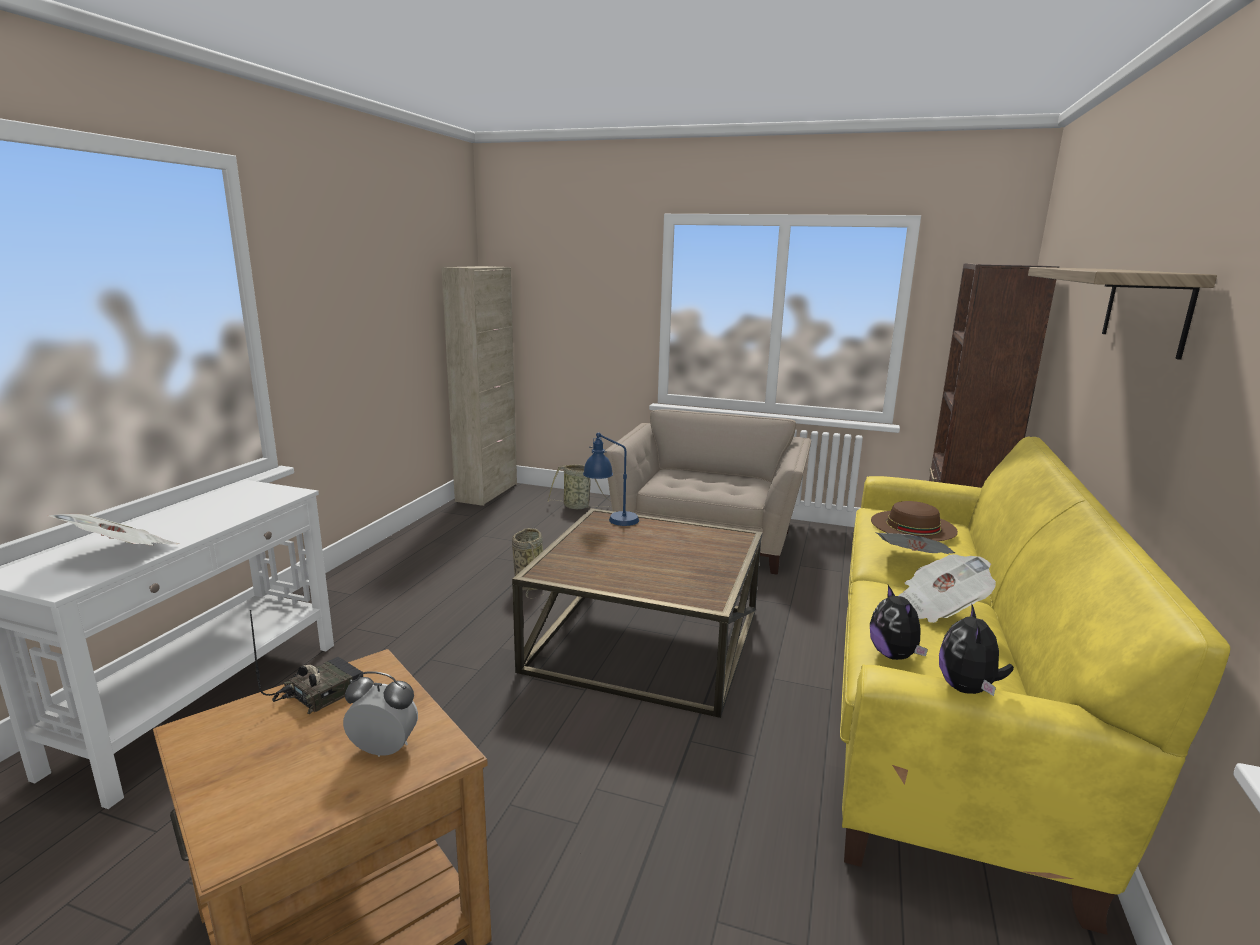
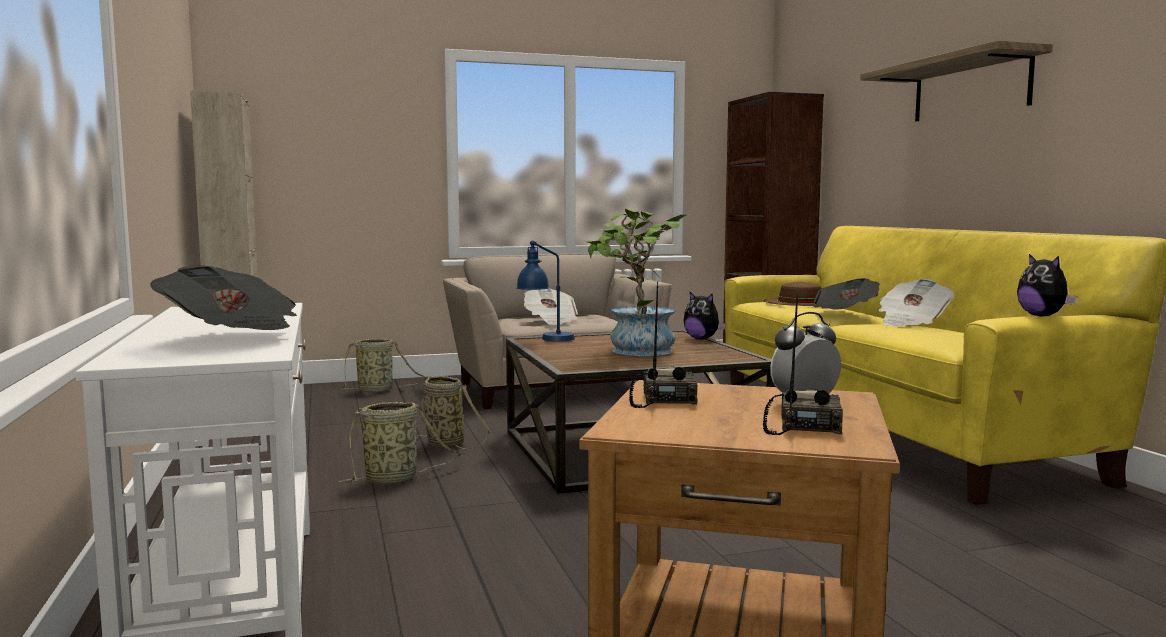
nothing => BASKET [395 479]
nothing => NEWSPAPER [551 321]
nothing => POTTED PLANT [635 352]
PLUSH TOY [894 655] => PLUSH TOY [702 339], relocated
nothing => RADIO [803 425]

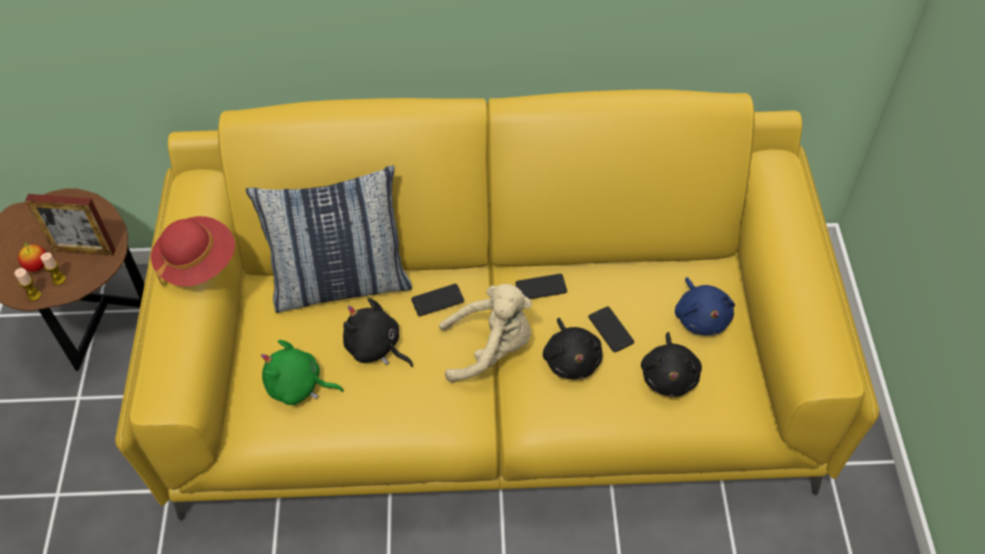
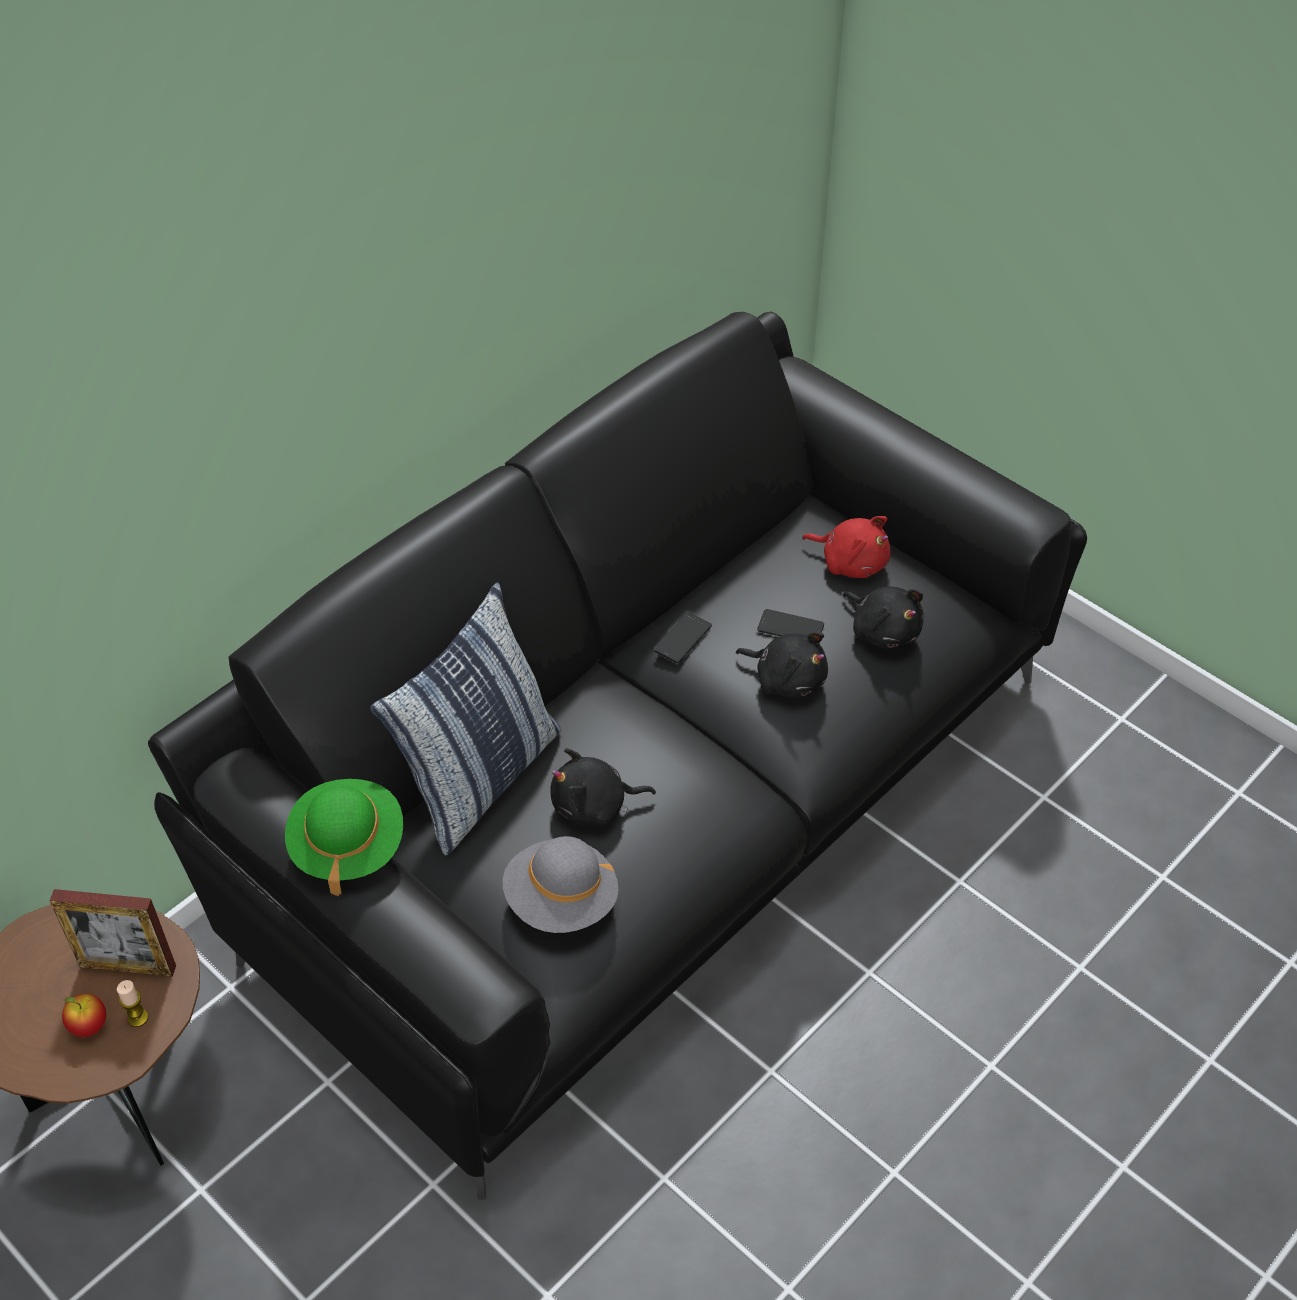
PICTURE FRAME [84 250] => PICTURE FRAME [128 966], 45 degrees clockwise
YELLOW SOFA [496 379] => BLACK SOFA [649 802]
RED HAT [197 263] => GREEN HAT [347 846]
GREEN PLUSH TOY [298 386] => GREY HAT [561 901]
BLUE PLUSH TOY [701 317] => RED PLUSH TOY [851 562]
CANDLE [34 295] => nothing
PHONE [437 300] => nothing
BEIGE PLUSH TOY [490 348] => nothing

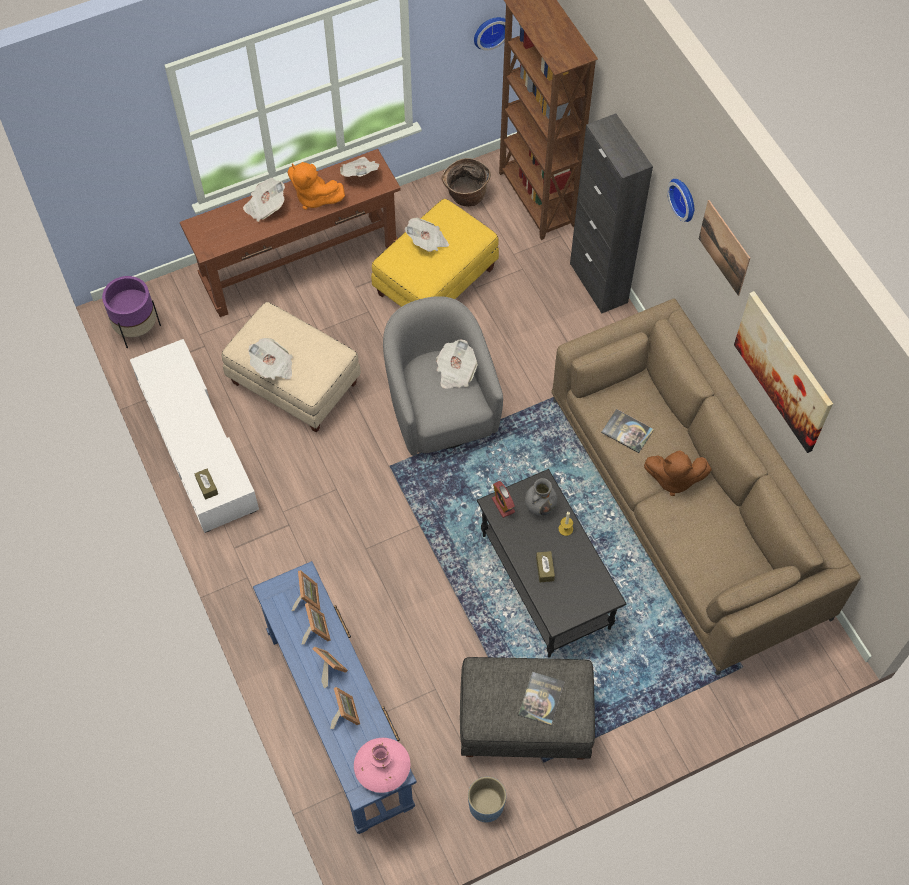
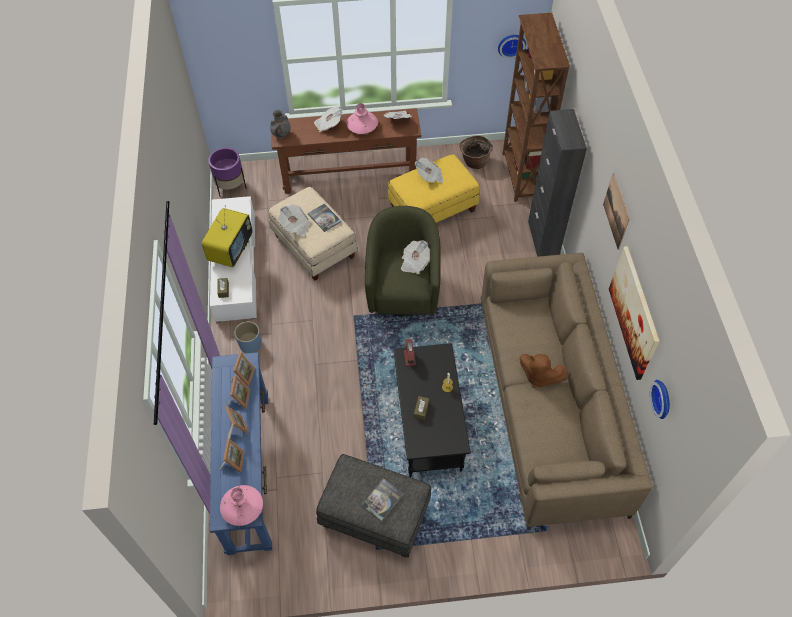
nothing => TELEVISION [231 250]
BLUE PLANTER [486 806] => BLUE PLANTER [250 345], relocated
GREY VASE [540 506] => GREY VASE [281 134], relocated
BOOK [627 431] => BOOK [324 218], relocated
ORANGE PLUSH TOY [314 197] => PINK VASE [362 127]
GREY ARMCHAIR [440 407] => GREEN ARMCHAIR [403 288]
WALL CLOCK [684 198] => WALL CLOCK [663 398], relocated

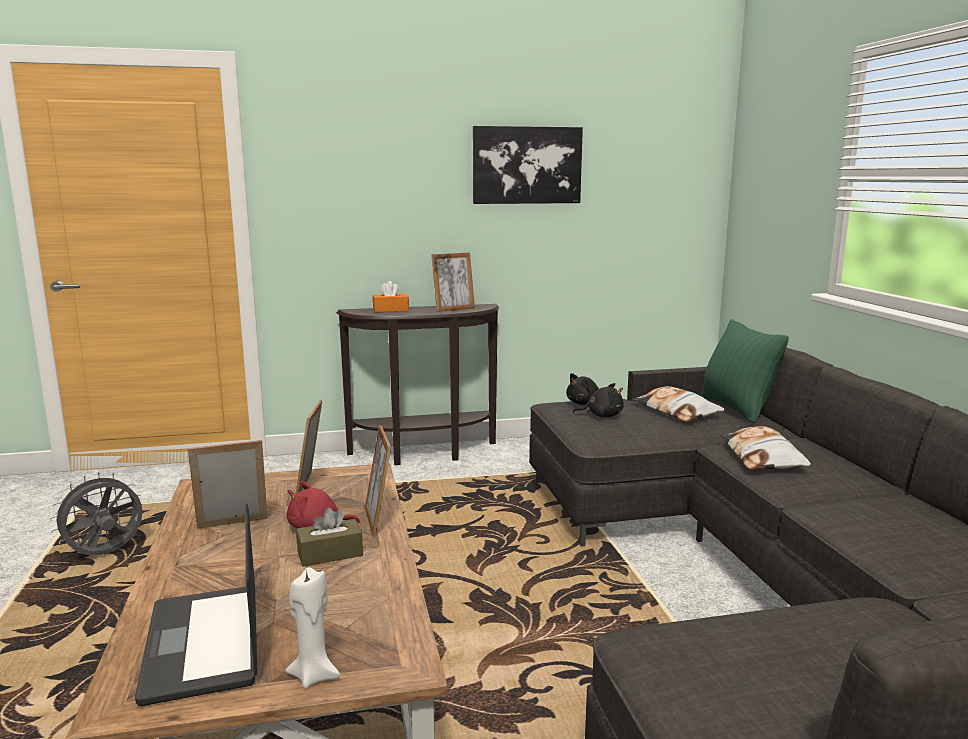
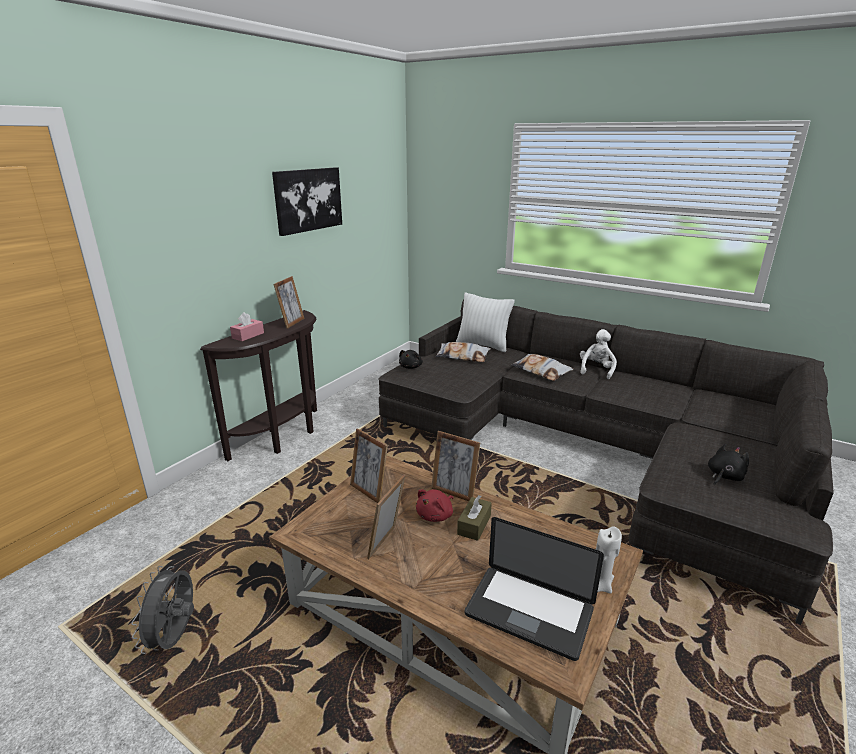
ORANGE TISSUE BOX [391 310] => PINK TISSUE BOX [248 335]
GREEN PILLOW [737 409] => WHITE PILLOW [483 345]
nothing => WHITE PLUSH TOY [596 370]
BLACK PLUSH TOY [602 416] => BLACK PLUSH TOY [724 476], relocated

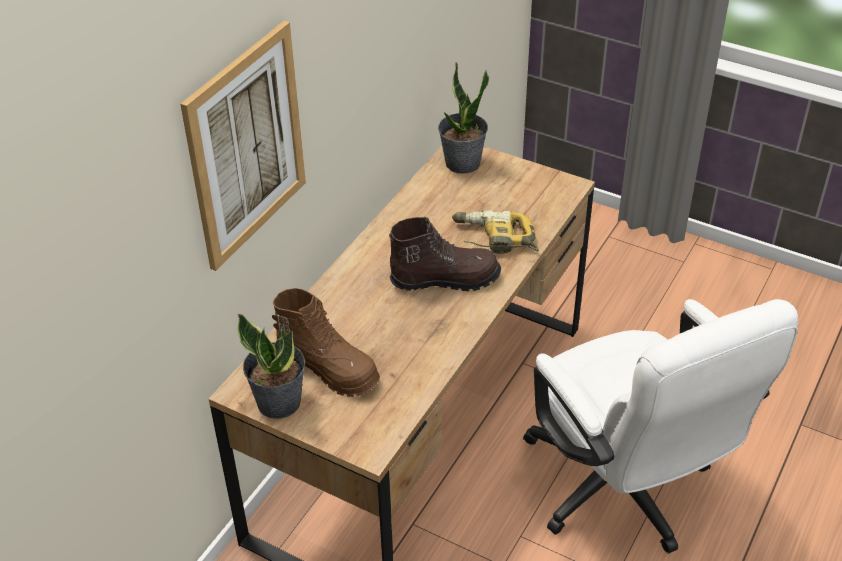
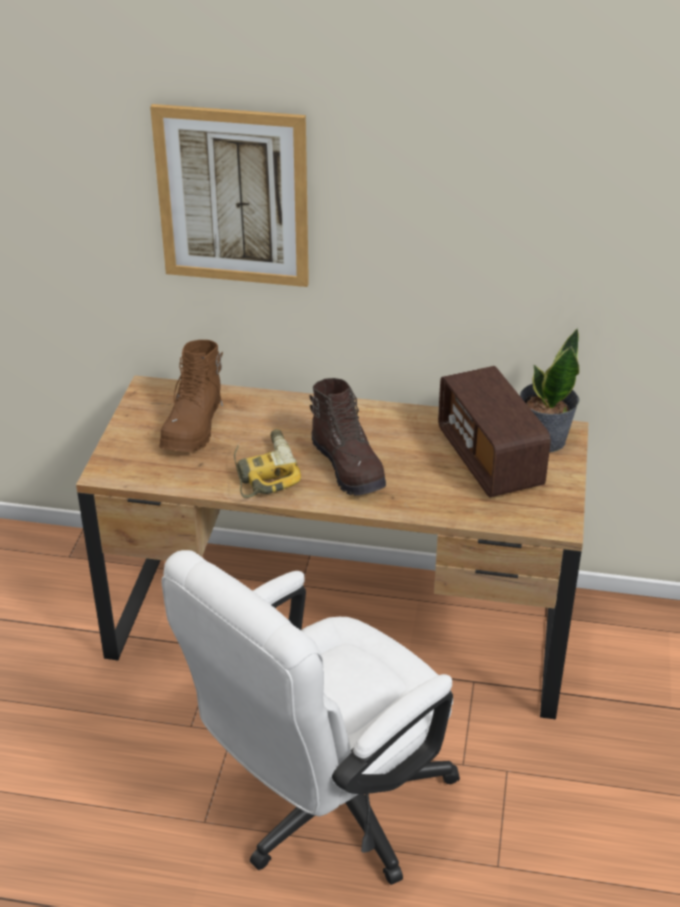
POWER DRILL [494 239] => POWER DRILL [263 471], relocated
nothing => RADIO [489 460]
POTTED PLANT [279 401] => nothing

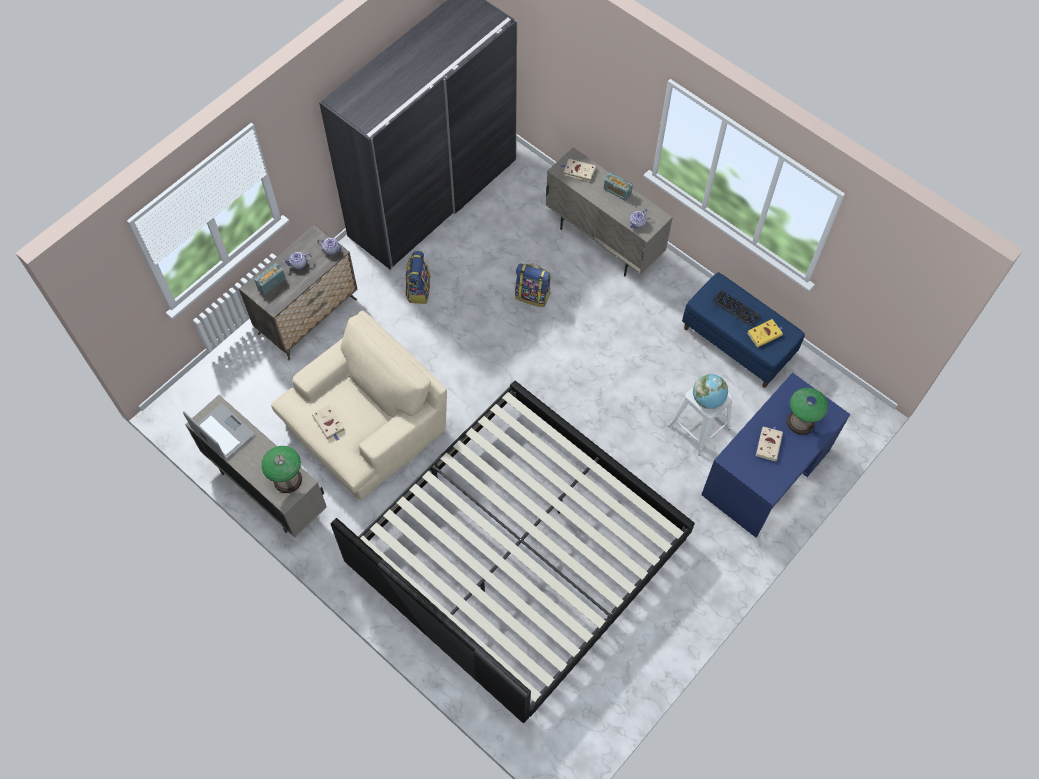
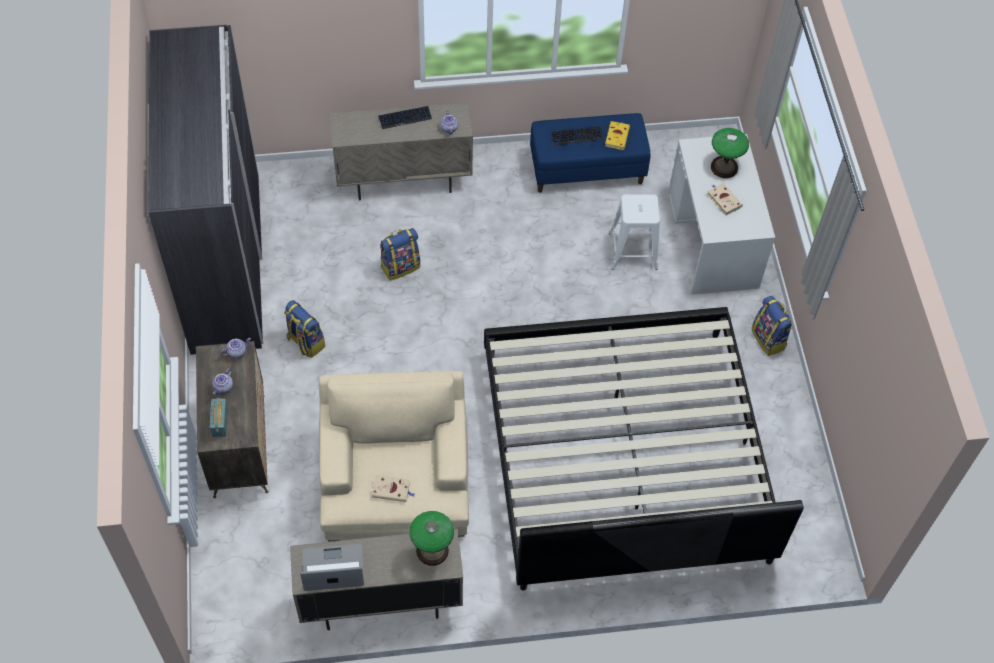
RADIO [617 191] => KEYBOARD [405 118]
BLUE DESK [766 472] => WHITE DESK [712 240]
nothing => BACKPACK [769 339]
BEIGE BOOK [578 171] => nothing
GLOBE [708 399] => nothing

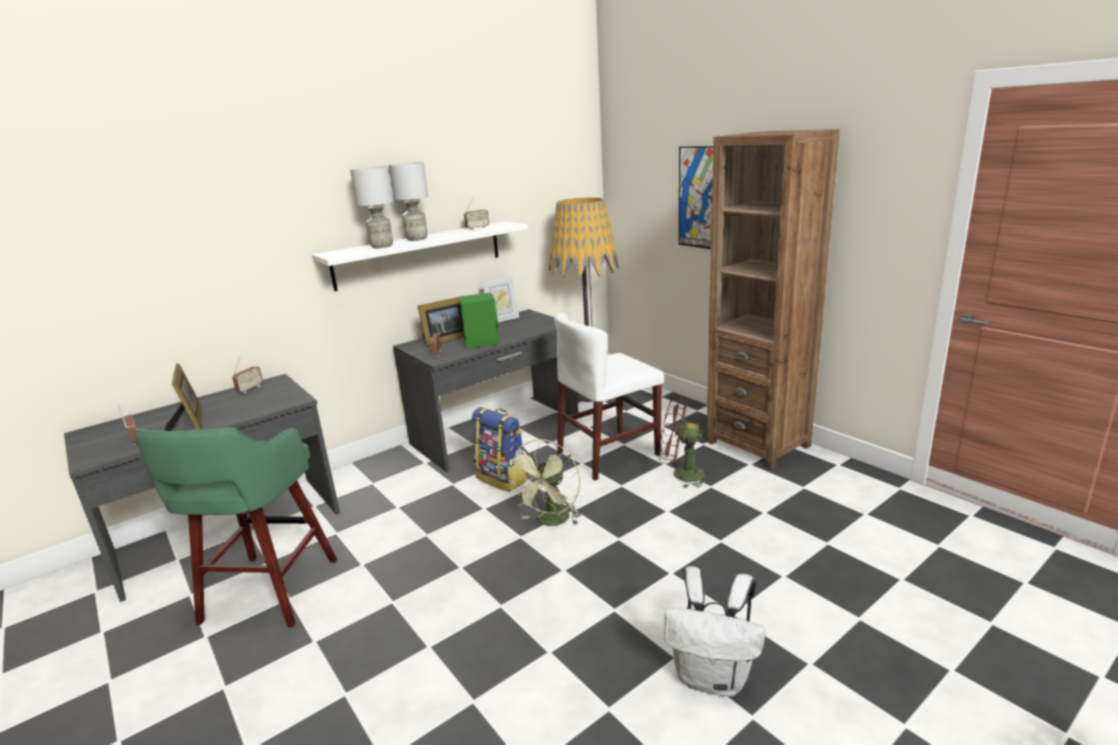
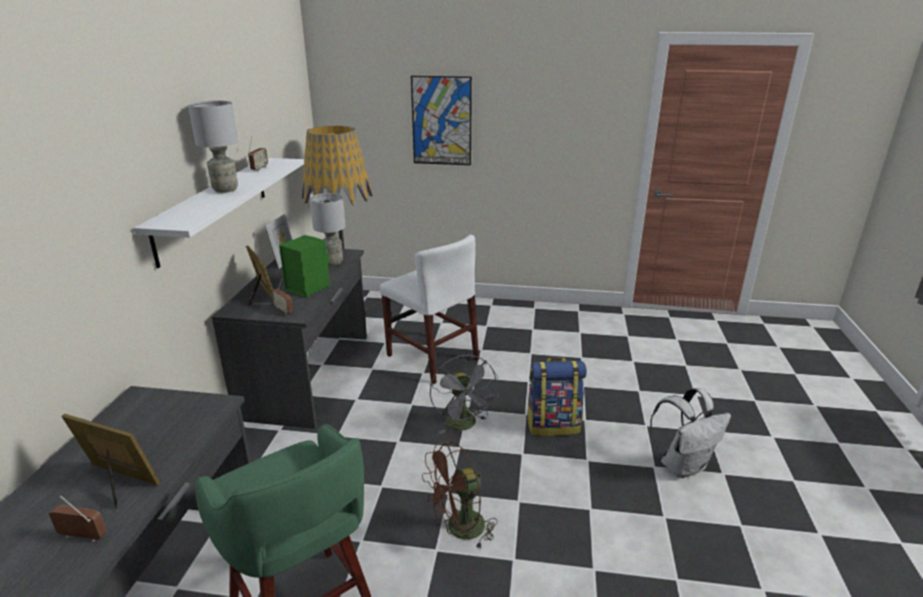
PICTURE FRAME [444 340] => PICTURE FRAME [262 295], 45 degrees counterclockwise
GREY TABLE LAMP [381 246] => GREY TABLE LAMP [333 262], relocated
WHITE CHAIR [608 453] => WHITE CHAIR [432 357], 60 degrees counterclockwise
BROWN FAN [681 474] => BROWN FAN [459 530], relocated
GREEN FAN [550 521] => GREY FAN [464 425]
BACKPACK [503 478] => BACKPACK [553 425], relocated
RADIO [250 389] => nothing
BROWN BOOKCASE [758 444] => nothing

